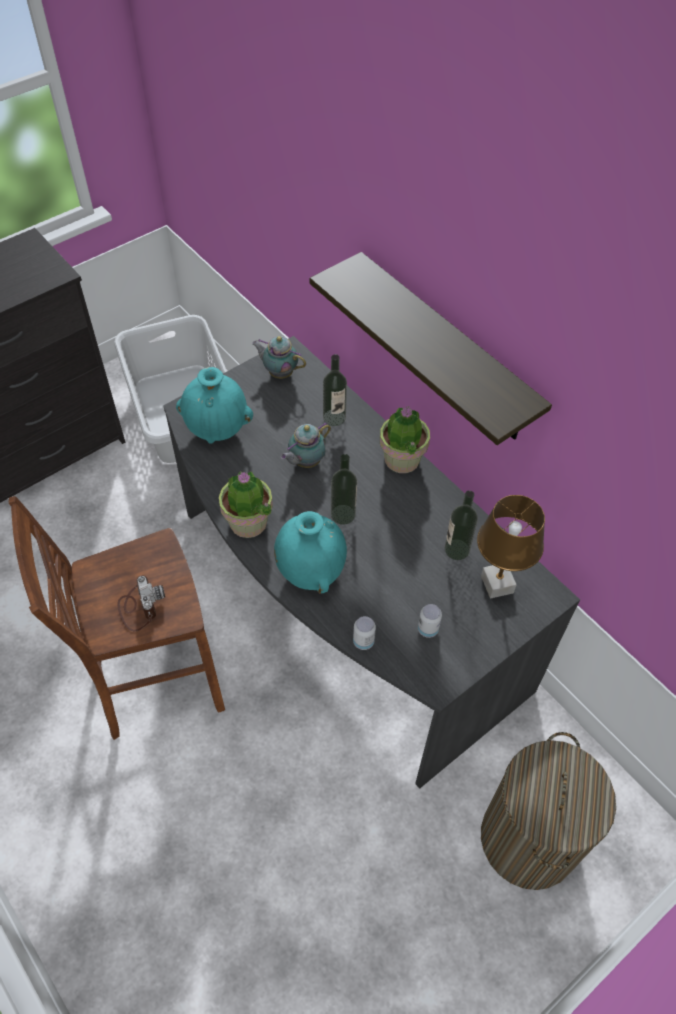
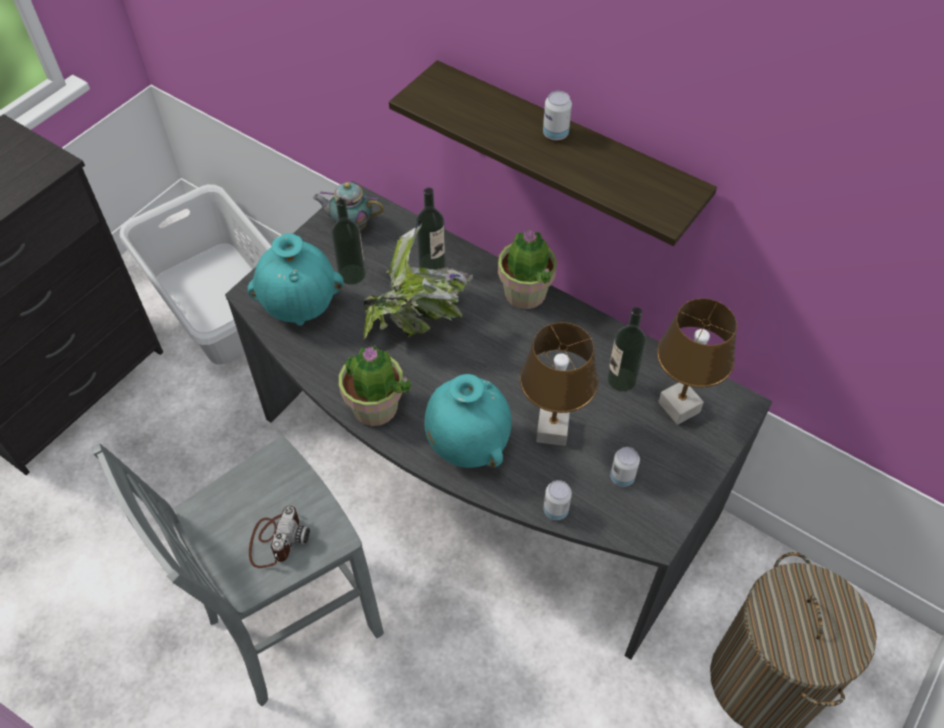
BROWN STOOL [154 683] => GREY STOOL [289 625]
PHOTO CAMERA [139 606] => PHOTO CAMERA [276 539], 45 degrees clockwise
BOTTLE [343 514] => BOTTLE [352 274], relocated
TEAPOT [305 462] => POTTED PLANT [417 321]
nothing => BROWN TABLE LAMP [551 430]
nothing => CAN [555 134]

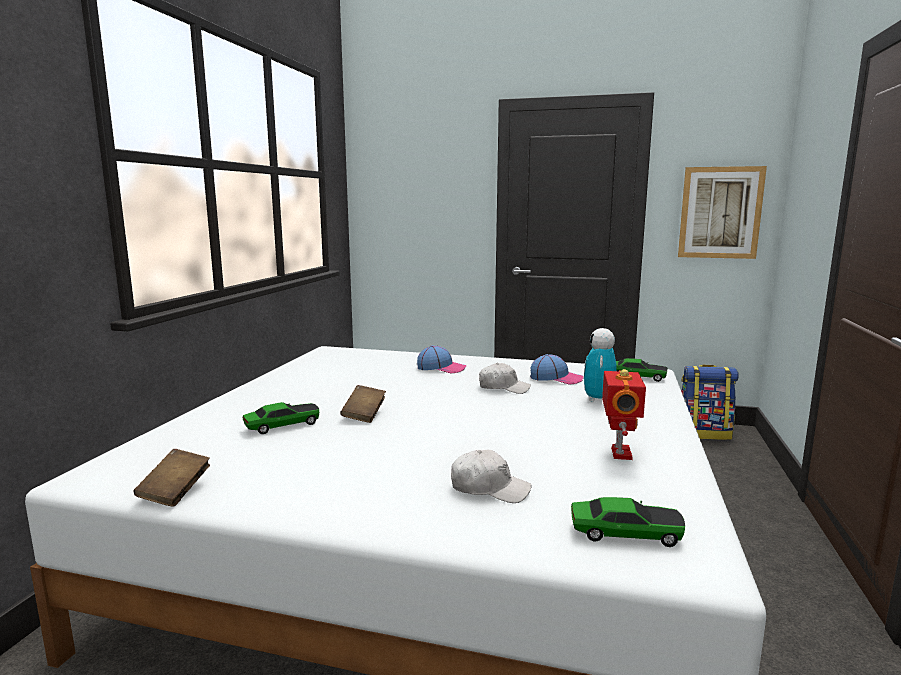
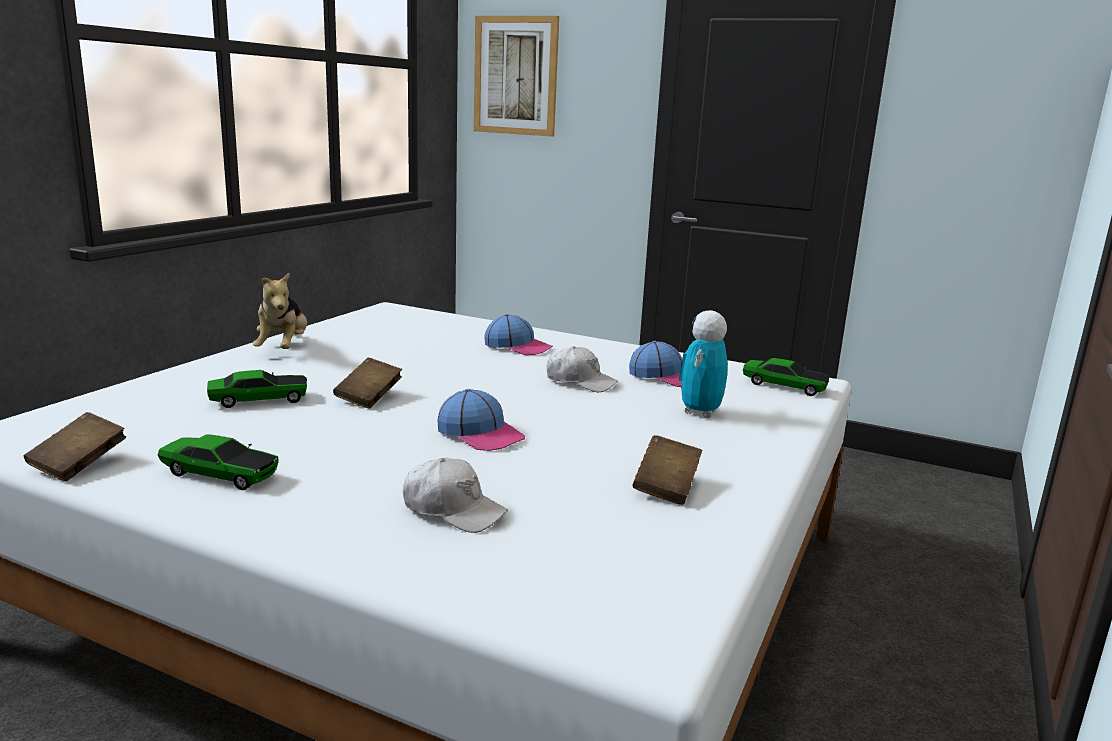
TOY CAR [625 533] => TOY CAR [220 474], relocated
nothing => PLUSH TOY [283 348]
nothing => CAP [481 434]
PICTURE [720 213] => PICTURE [515 76], relocated
TOY ROBOT [619 453] => BROWN BOOK [666 487]
BACKPACK [703 433] => nothing

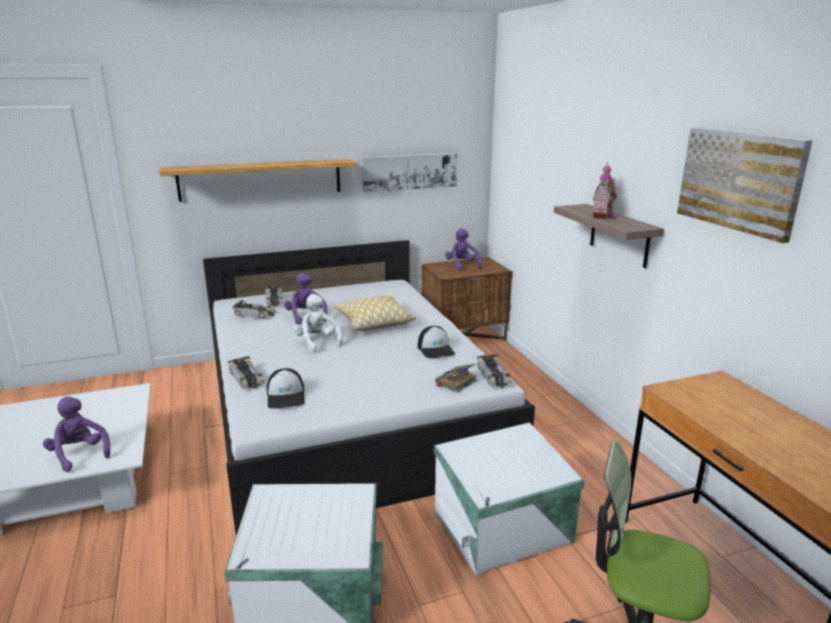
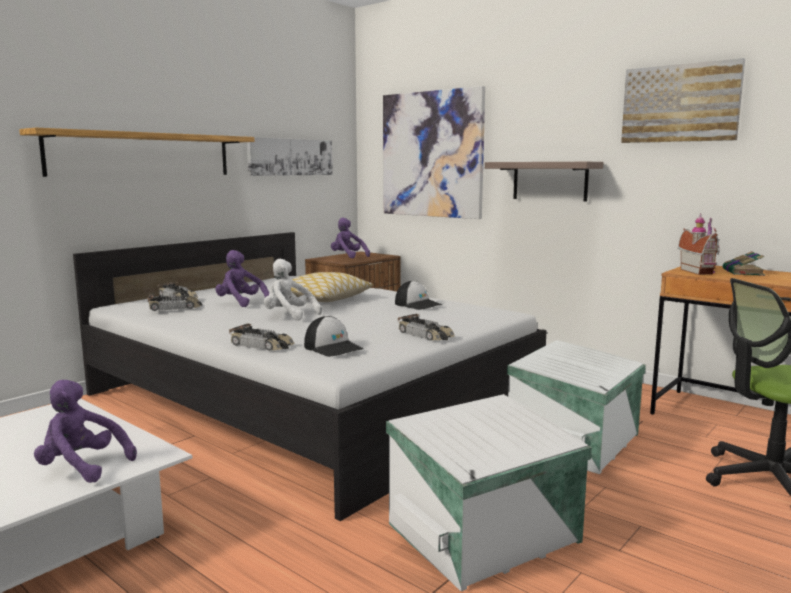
nothing => PICTURE [432 154]
TOY CAR [494 376] => TOY CAR [426 335], relocated
TOY HOUSE [605 215] => TOY HOUSE [699 271], relocated
BOOK [455 382] => BOOK [743 272], relocated

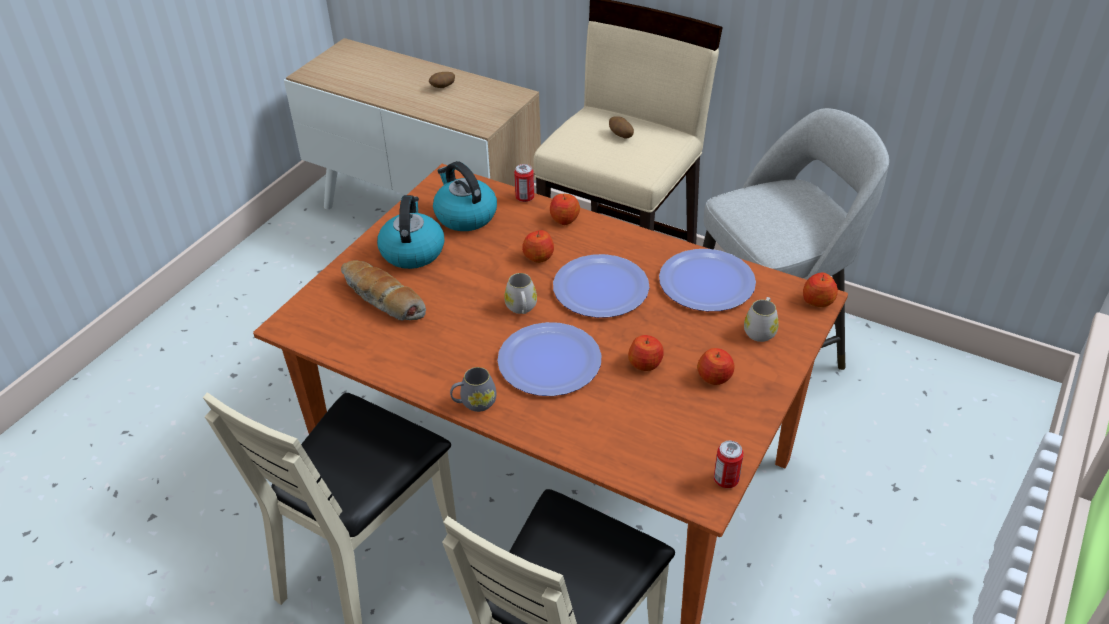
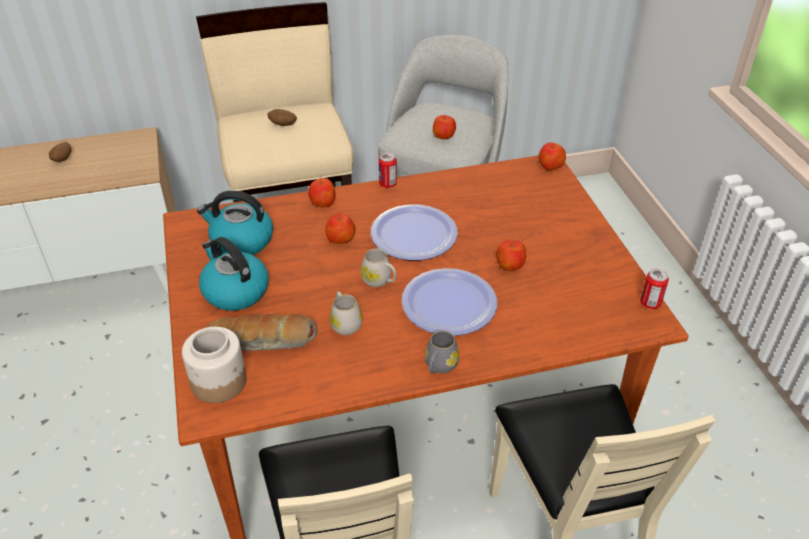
nothing => JAR [219 381]
WHITE MUG [760 330] => WHITE MUG [345 323], relocated
CAN [525 198] => CAN [388 184], relocated
APPLE [715 377] => APPLE [444 136], relocated
PLATE [707 282] => nothing

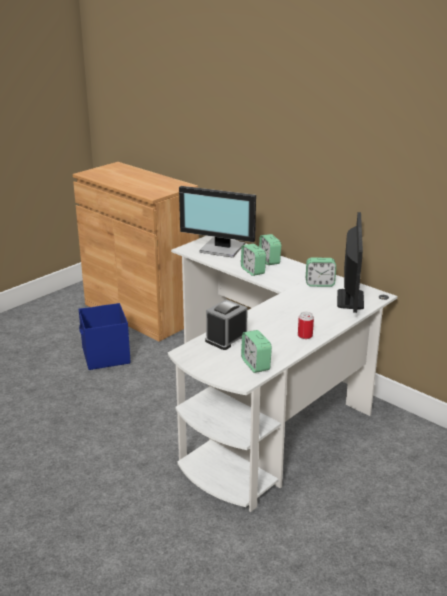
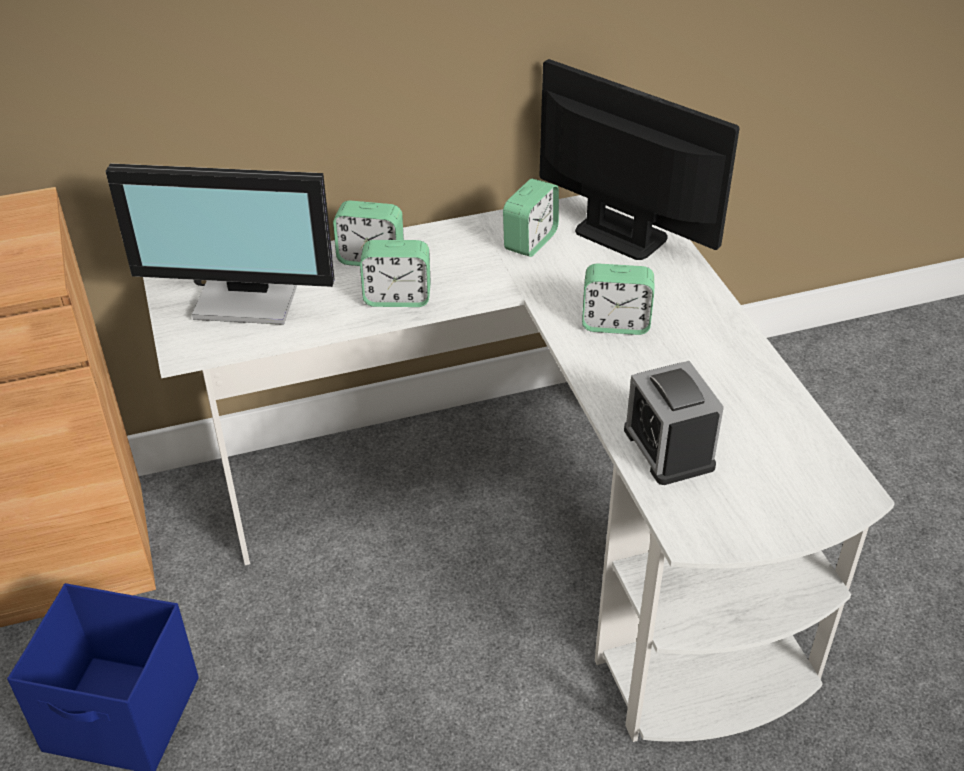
MONITOR [222 249] => MONITOR [249 297], 45 degrees clockwise
ALARM CLOCK [255 365] => ALARM CLOCK [615 323], relocated
CAN [305 336] => nothing

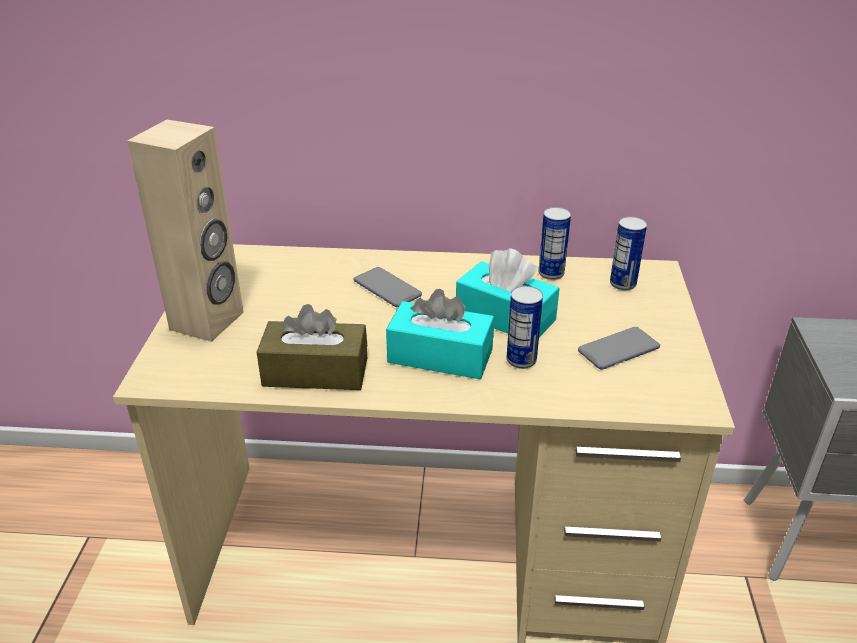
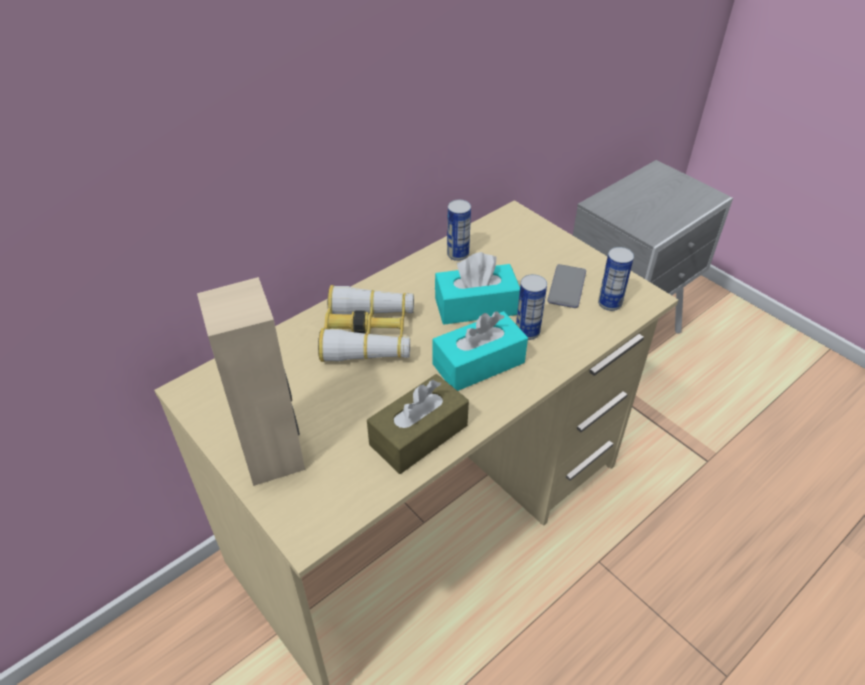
PHONE [387 288] => BINOCULARS [369 335]
CAN [623 284] => CAN [609 303], relocated

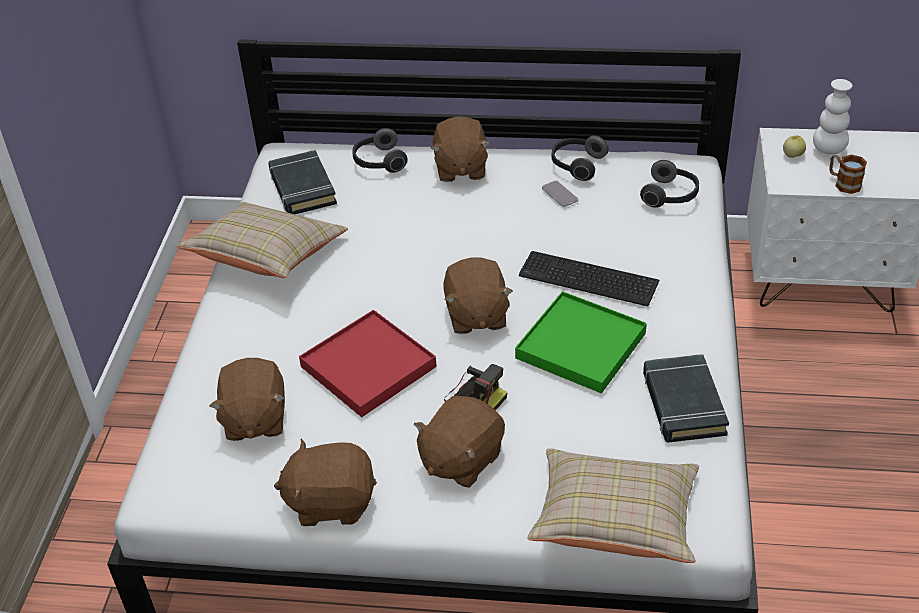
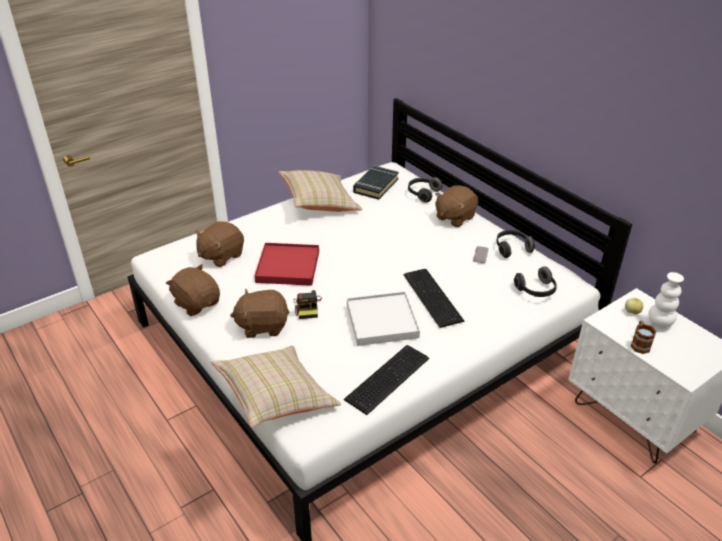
BLACK BOOK [683 404] => KEYBOARD [385 378]
GREEN TRAY [581 346] => WHITE TRAY [382 321]
BROWN PLUSH TOY [476 315] => nothing

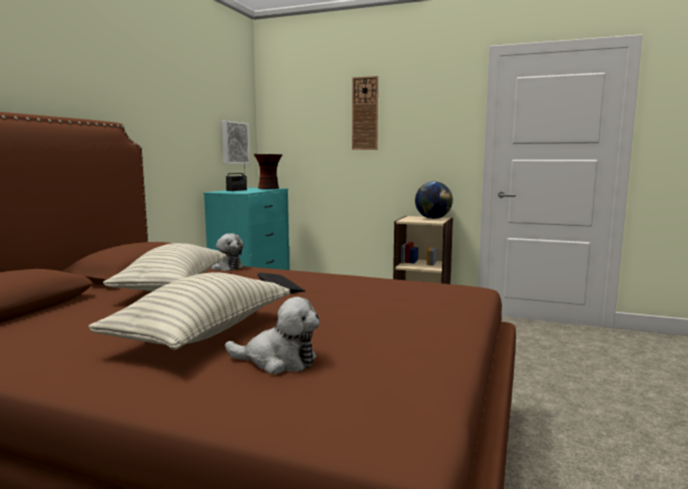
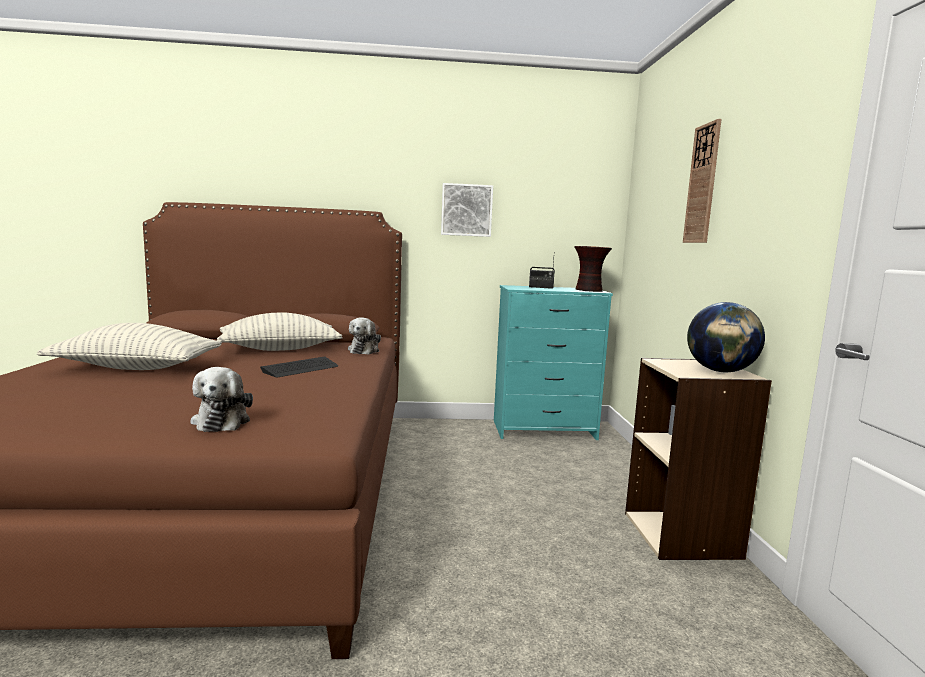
PLUSH TOY [278 361] => PLUSH TOY [222 421], relocated
PICTURE [234 143] => PICTURE [466 210], relocated

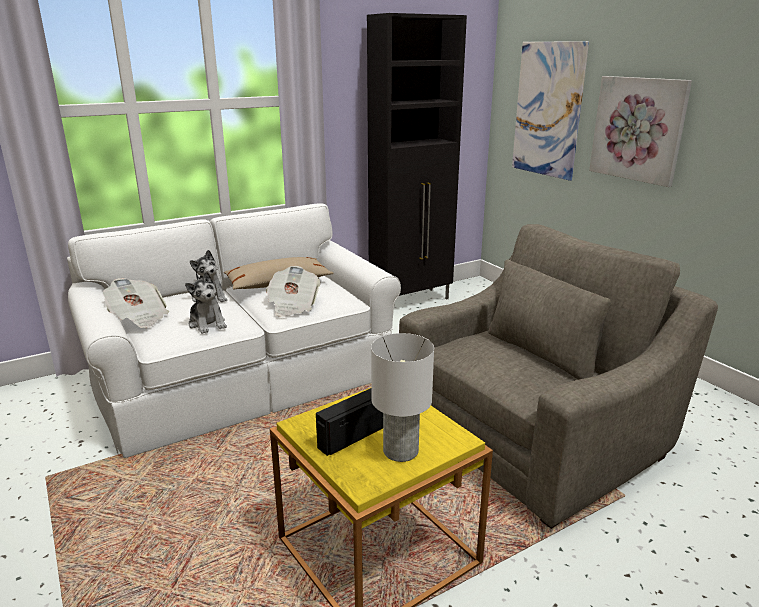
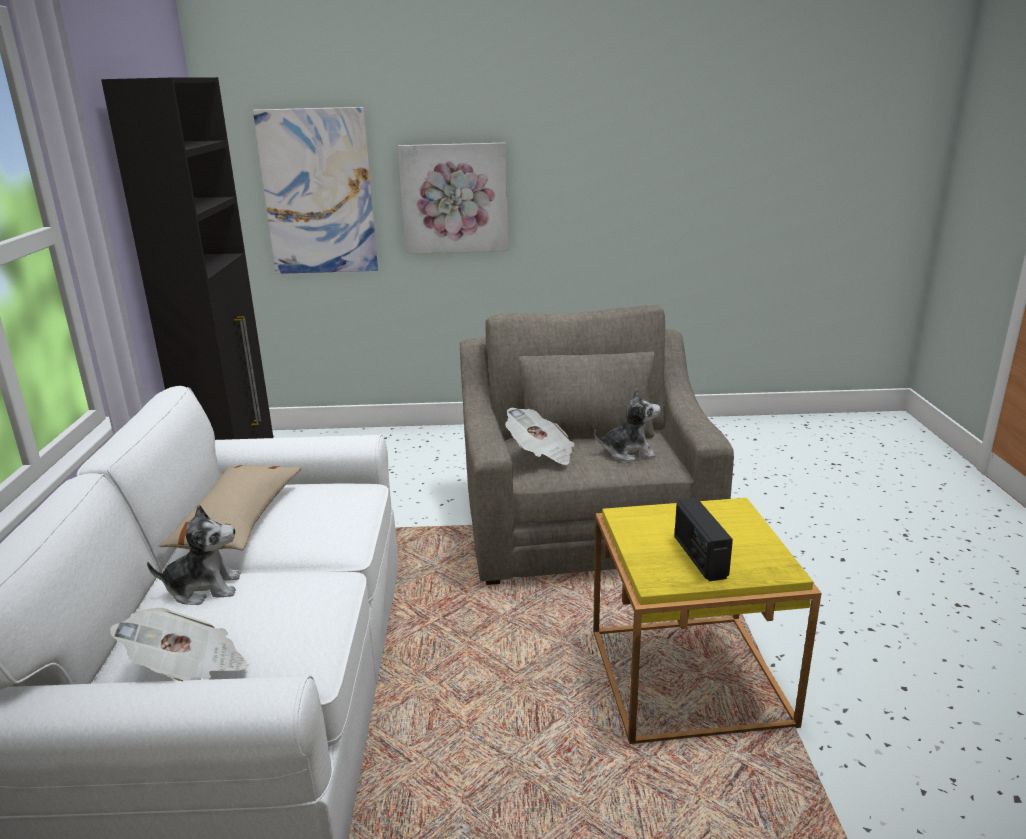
NEWSPAPER [292 305] => NEWSPAPER [541 453], relocated
PLUSH TOY [207 324] => PLUSH TOY [628 452], relocated
WHITE TABLE LAMP [402 451] => nothing

